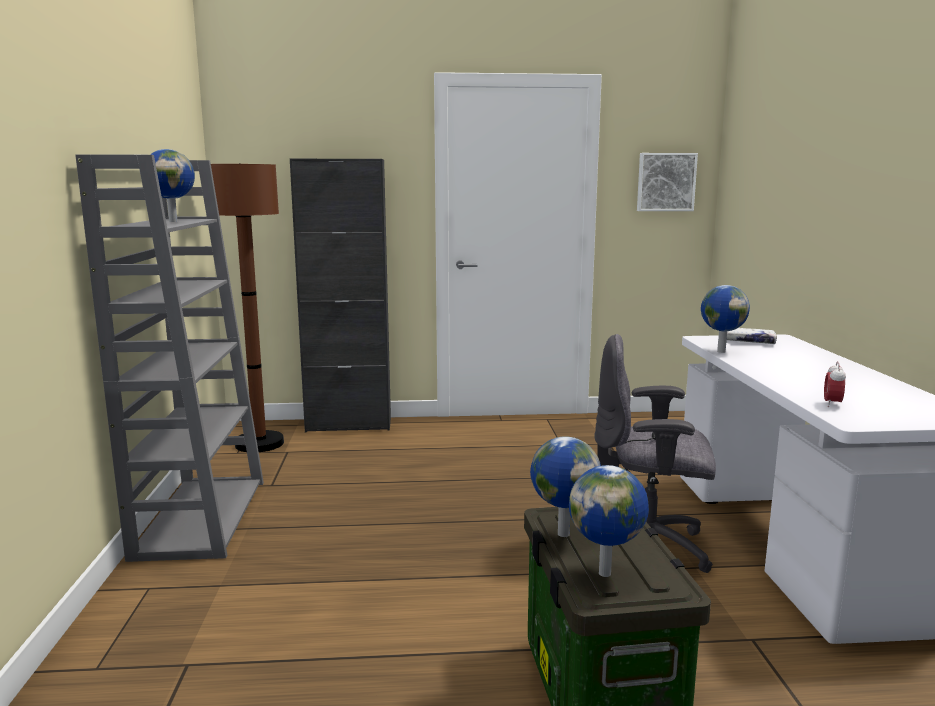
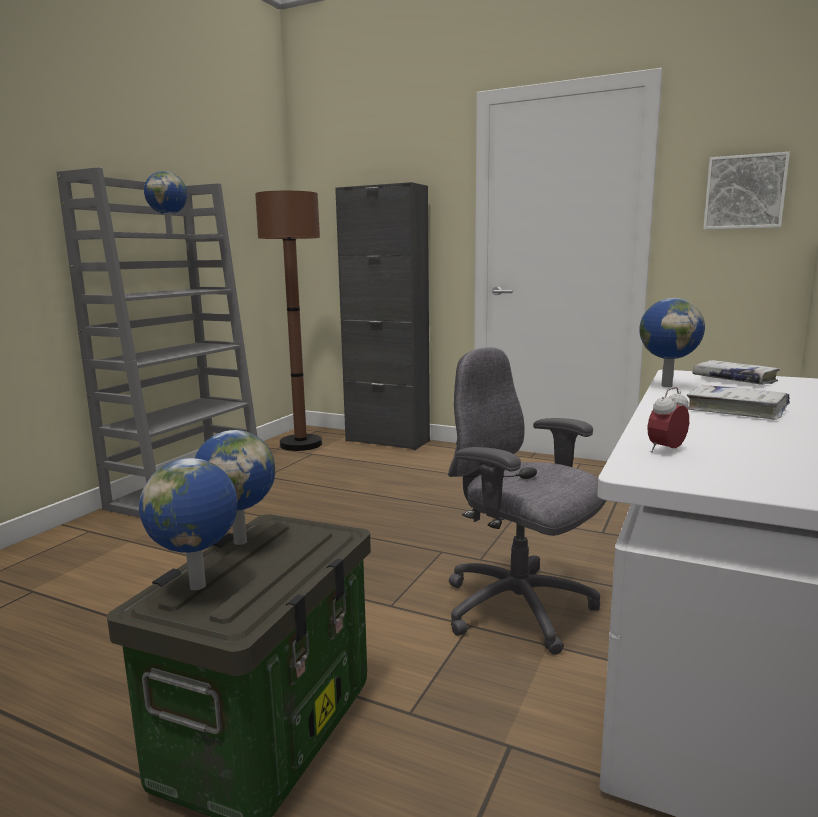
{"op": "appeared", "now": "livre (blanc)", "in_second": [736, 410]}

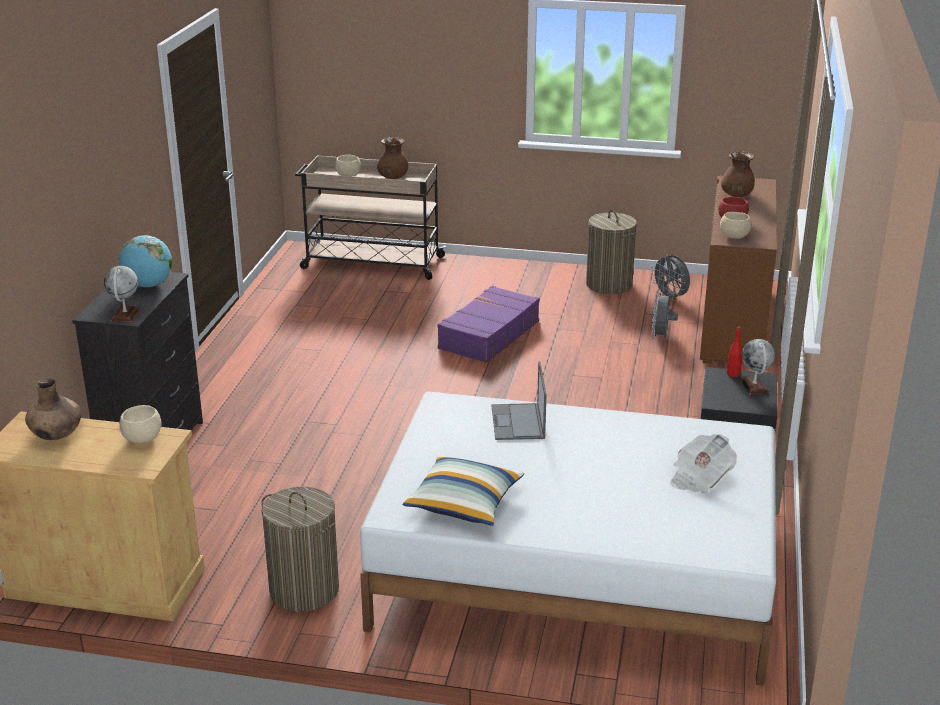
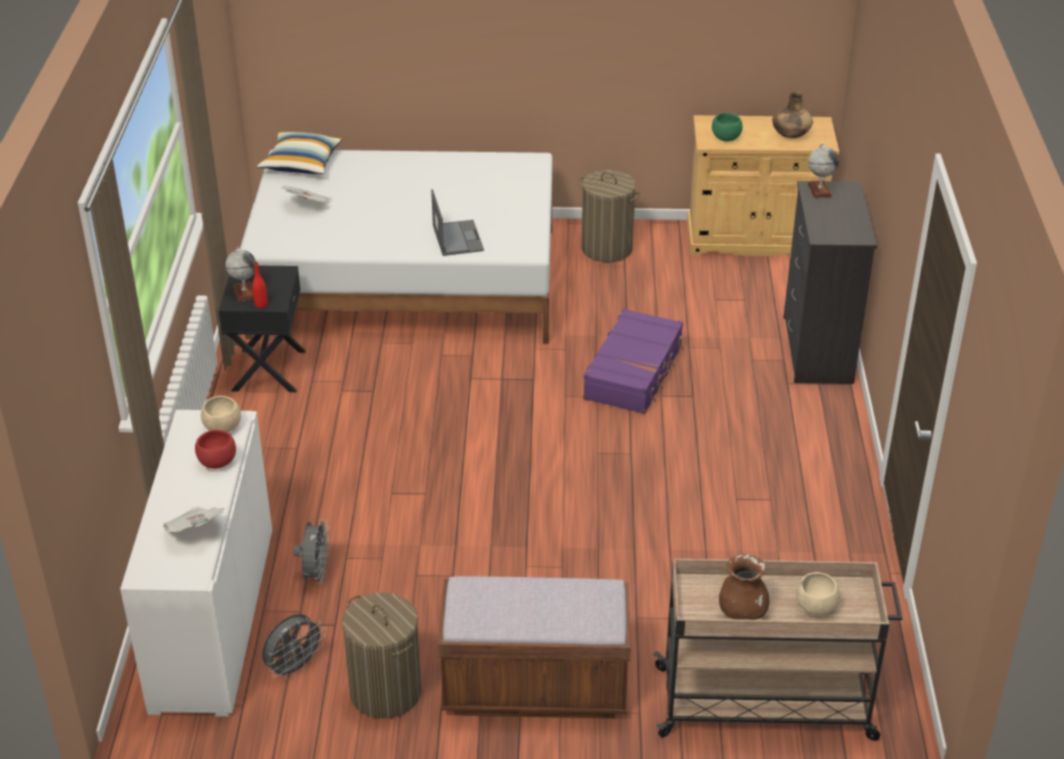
{"op": "missing", "was": "globe", "in_first": [148, 285]}
{"op": "appeared", "now": "banc (marron)", "in_second": [535, 687]}
{"op": "relocated", "was": "coussin", "in_first": [464, 503], "in_second": [301, 163]}
{"op": "relocated", "was": "valise (violet)", "in_first": [488, 335], "in_second": [634, 372]}
{"op": "exchanged", "was": "vase (marron)", "now": "journal", "in_first": [736, 195], "in_second": [195, 531]}
{"op": "colour", "was": "bol (beige)", "now": "bol (vert)", "in_first": [142, 439], "in_second": [726, 138]}
{"op": "colour", "was": "meuble de rangement (marron)", "now": "meuble de rangement (blanc)", "in_first": [733, 323], "in_second": [213, 618]}
{"op": "spun", "was": "ventilateur (gris)", "in_first": [670, 298], "in_second": [294, 668], "clockwise": 90}

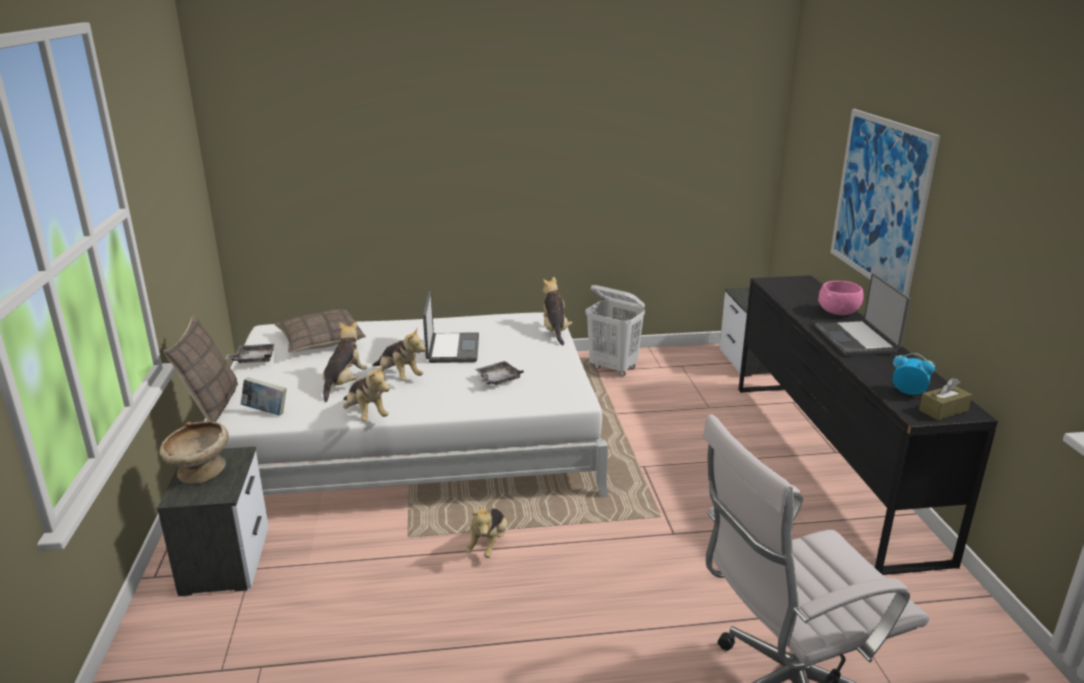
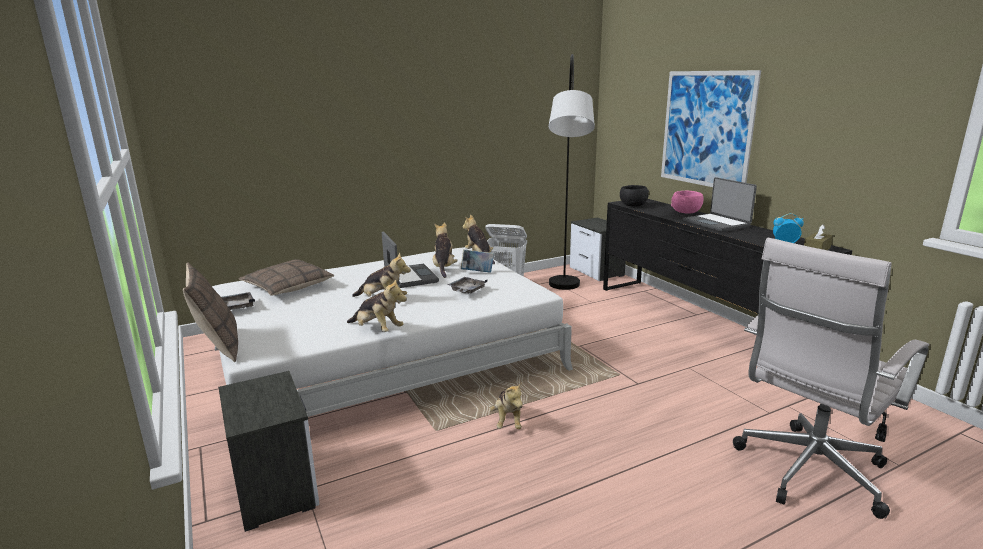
{"op": "missing", "was": "bol (beige)", "in_first": [200, 473]}
{"op": "appeared", "now": "lampadaire (gris)", "in_second": [565, 306]}
{"op": "appeared", "now": "bol (noir)", "in_second": [632, 205]}
{"op": "relocated", "was": "livre", "in_first": [266, 412], "in_second": [477, 272]}
{"op": "relocated", "was": "peluche", "in_first": [344, 383], "in_second": [444, 268]}

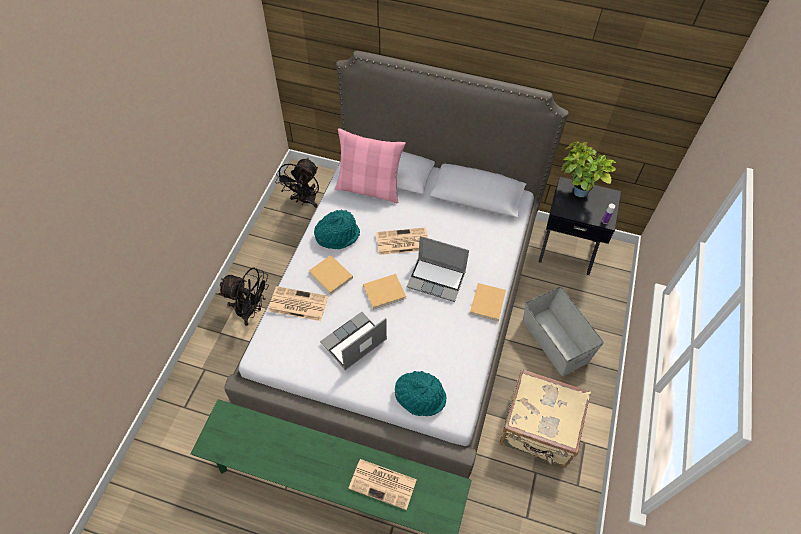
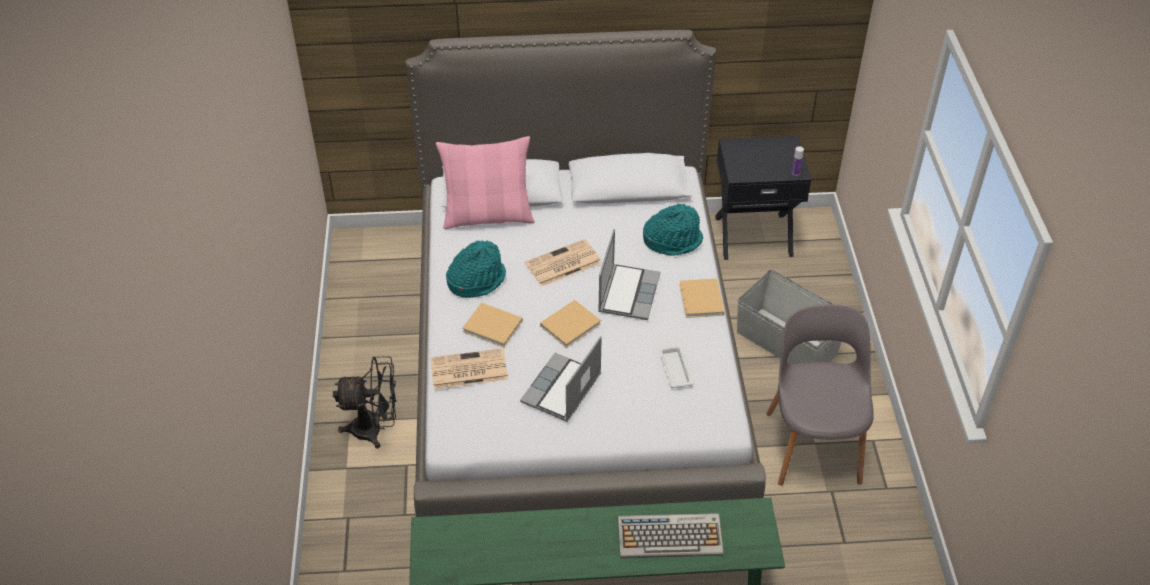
{"op": "missing", "was": "ventilateur (noir)", "in_first": [304, 201]}
{"op": "missing", "was": "plante en pot", "in_first": [576, 193]}
{"op": "appeared", "now": "plateau (blanc)", "in_second": [675, 368]}
{"op": "relocated", "was": "chapeau (turquoise)", "in_first": [420, 396], "in_second": [672, 240]}
{"op": "exchanged", "was": "journal", "now": "clavier", "in_first": [383, 484], "in_second": [670, 536]}
{"op": "exchanged", "was": "valise (beige)", "now": "chaise (gris)", "in_first": [538, 429], "in_second": [813, 444]}
{"op": "spun", "was": "ordinateur portable", "in_first": [437, 279], "in_second": [628, 292], "clockwise": -75}

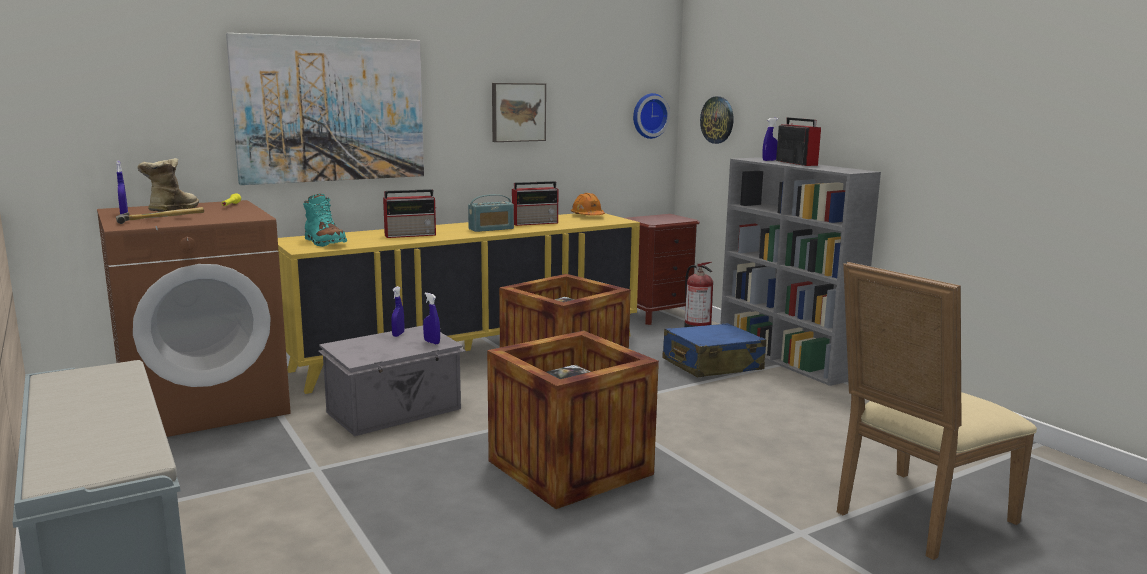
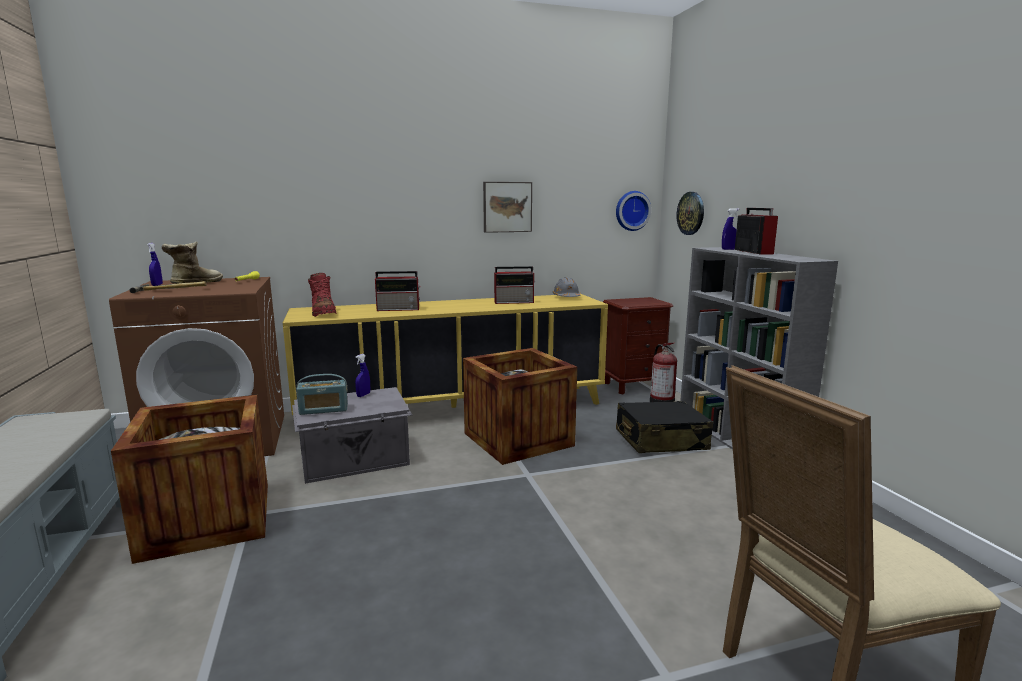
{"op": "missing", "was": "tableau", "in_first": [331, 109]}
{"op": "missing", "was": "vaporisateur (bleu)", "in_first": [432, 342]}
{"op": "relocated", "was": "radio", "in_first": [491, 229], "in_second": [323, 410]}
{"op": "relocated", "was": "caisse", "in_first": [570, 467], "in_second": [208, 519]}
{"op": "colour", "was": "botte (turquoise)", "now": "botte (rouge)", "in_first": [324, 242], "in_second": [323, 313]}
{"op": "colour", "was": "casque de chantier (orange)", "now": "casque de chantier (gris)", "in_first": [587, 216], "in_second": [566, 297]}
{"op": "colour", "was": "valise (bleu)", "now": "valise (noir)", "in_first": [711, 365], "in_second": [660, 440]}

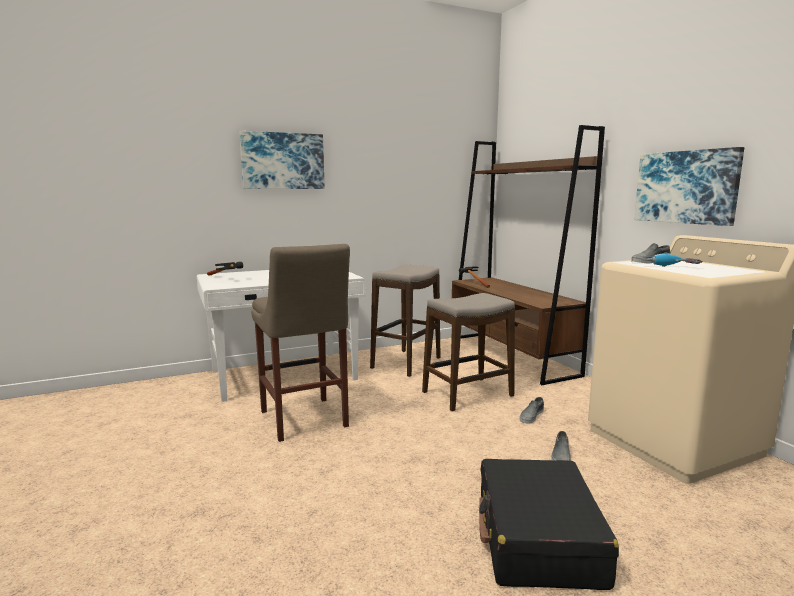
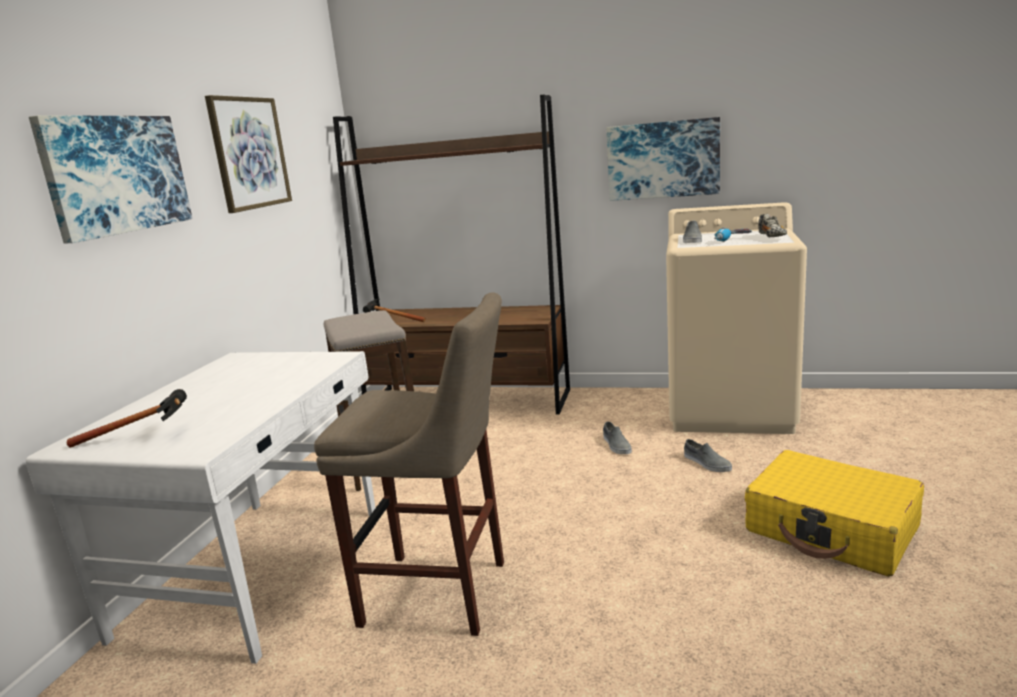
{"op": "missing", "was": "tabouret", "in_first": [468, 394]}
{"op": "appeared", "now": "tableau", "in_second": [249, 153]}
{"op": "appeared", "now": "chaussure", "in_second": [772, 237]}
{"op": "colour", "was": "valise (noir)", "now": "valise (jaune)", "in_first": [538, 539], "in_second": [831, 529]}

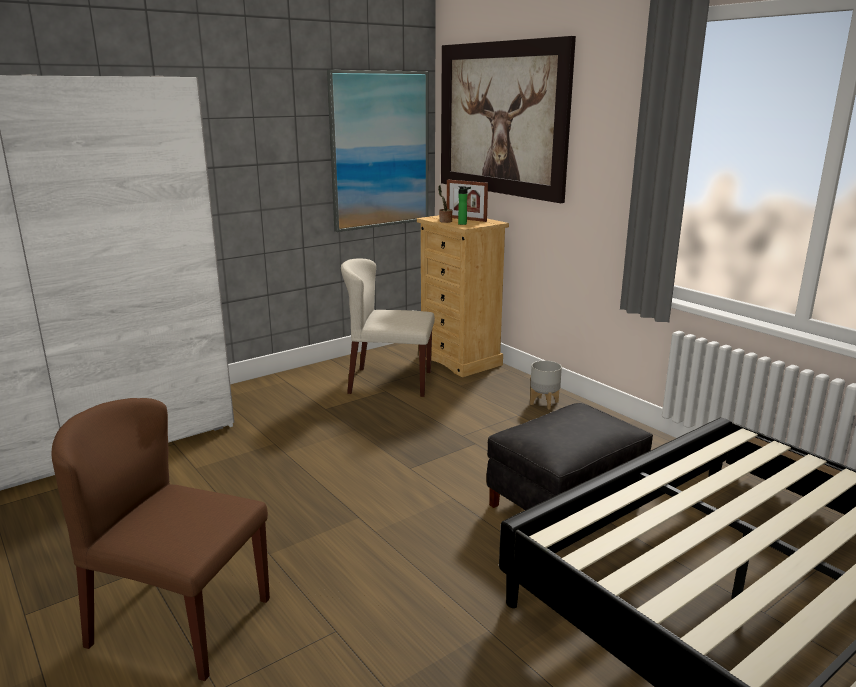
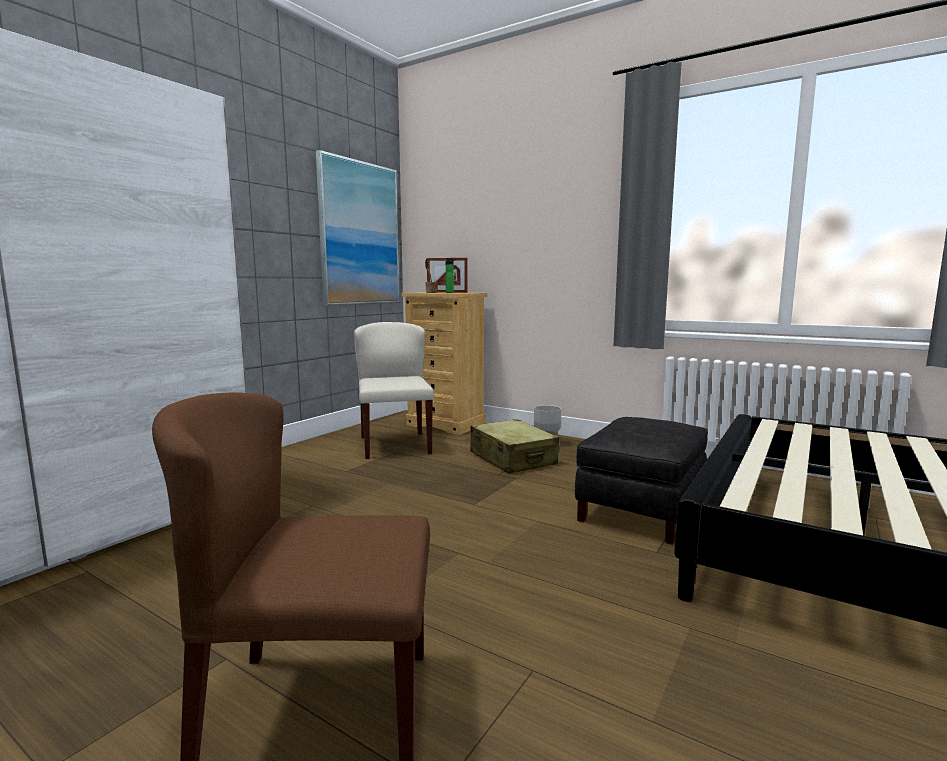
{"op": "missing", "was": "tableau", "in_first": [501, 119]}
{"op": "appeared", "now": "valise (beige)", "in_second": [512, 459]}
{"op": "spun", "was": "chaise (beige)", "in_first": [389, 382], "in_second": [394, 445], "clockwise": 90}

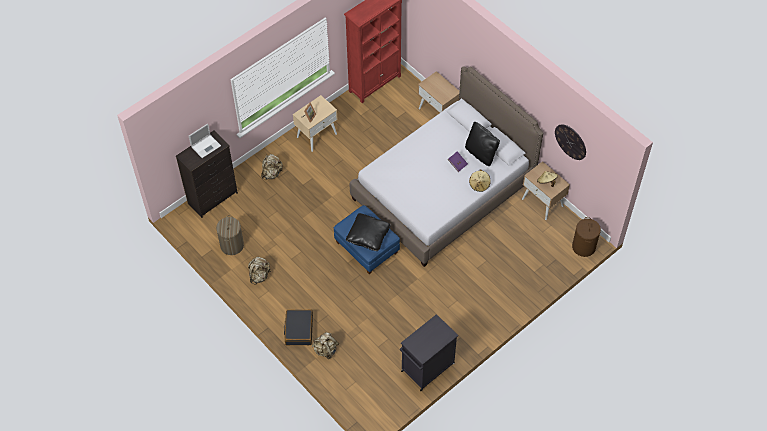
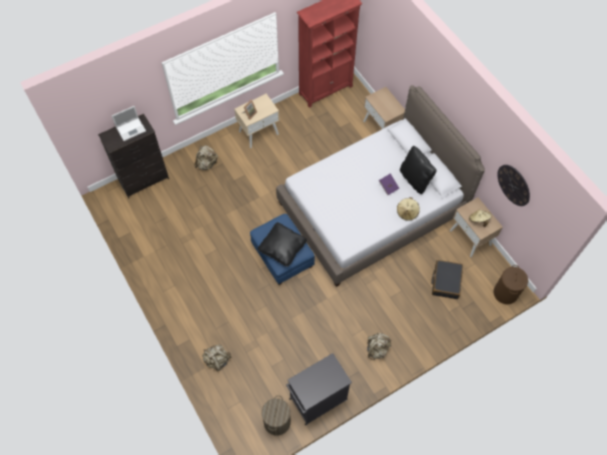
{"op": "relocated", "was": "panier à linge", "in_first": [232, 245], "in_second": [277, 421]}
{"op": "relocated", "was": "sac à dos (beige)", "in_first": [259, 275], "in_second": [377, 349]}
{"op": "relocated", "was": "valise (noir)", "in_first": [299, 330], "in_second": [446, 282]}

